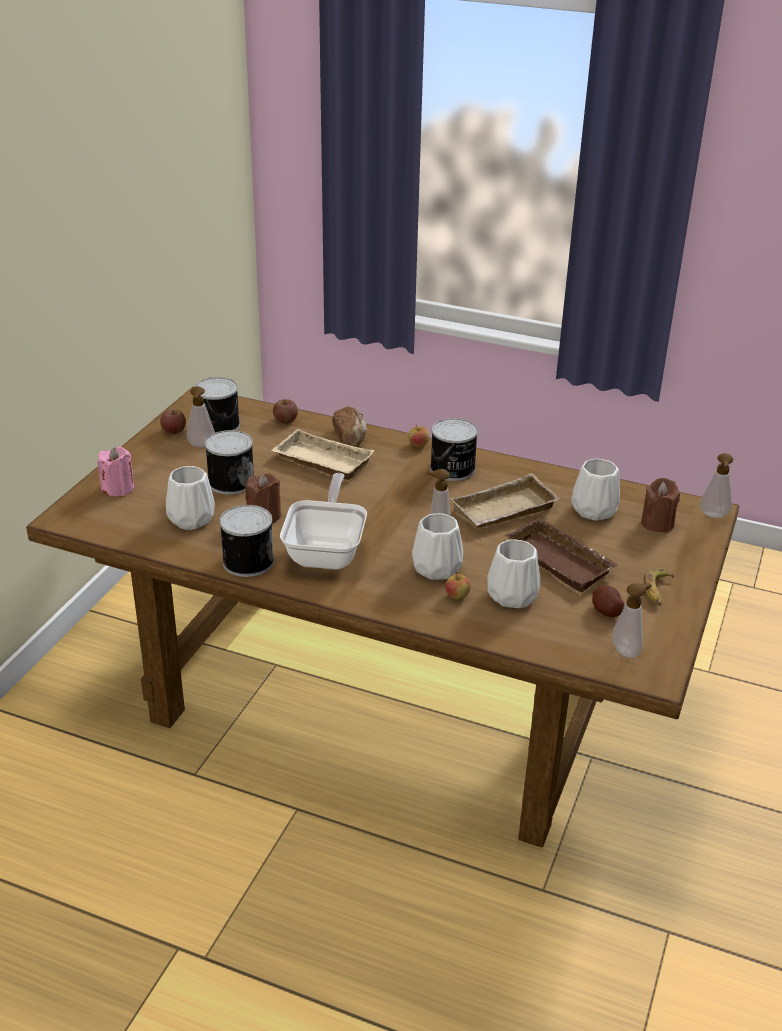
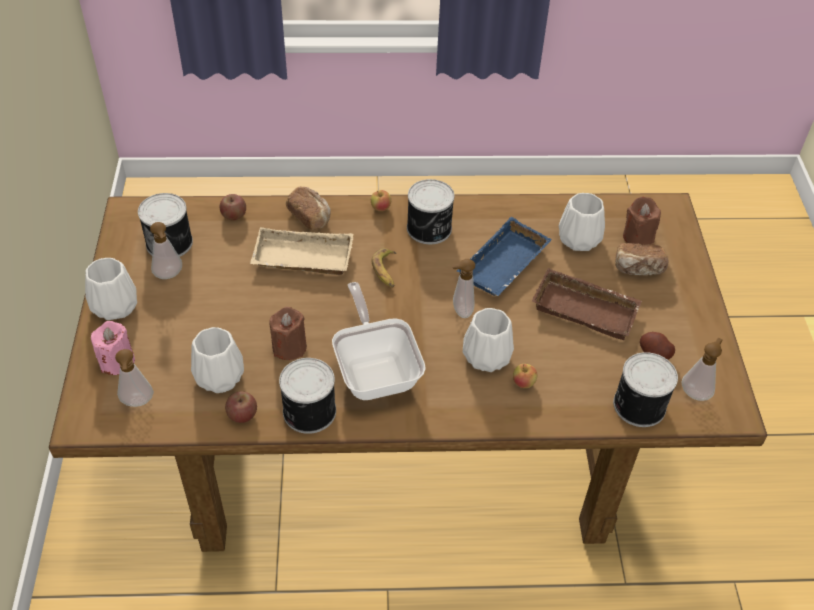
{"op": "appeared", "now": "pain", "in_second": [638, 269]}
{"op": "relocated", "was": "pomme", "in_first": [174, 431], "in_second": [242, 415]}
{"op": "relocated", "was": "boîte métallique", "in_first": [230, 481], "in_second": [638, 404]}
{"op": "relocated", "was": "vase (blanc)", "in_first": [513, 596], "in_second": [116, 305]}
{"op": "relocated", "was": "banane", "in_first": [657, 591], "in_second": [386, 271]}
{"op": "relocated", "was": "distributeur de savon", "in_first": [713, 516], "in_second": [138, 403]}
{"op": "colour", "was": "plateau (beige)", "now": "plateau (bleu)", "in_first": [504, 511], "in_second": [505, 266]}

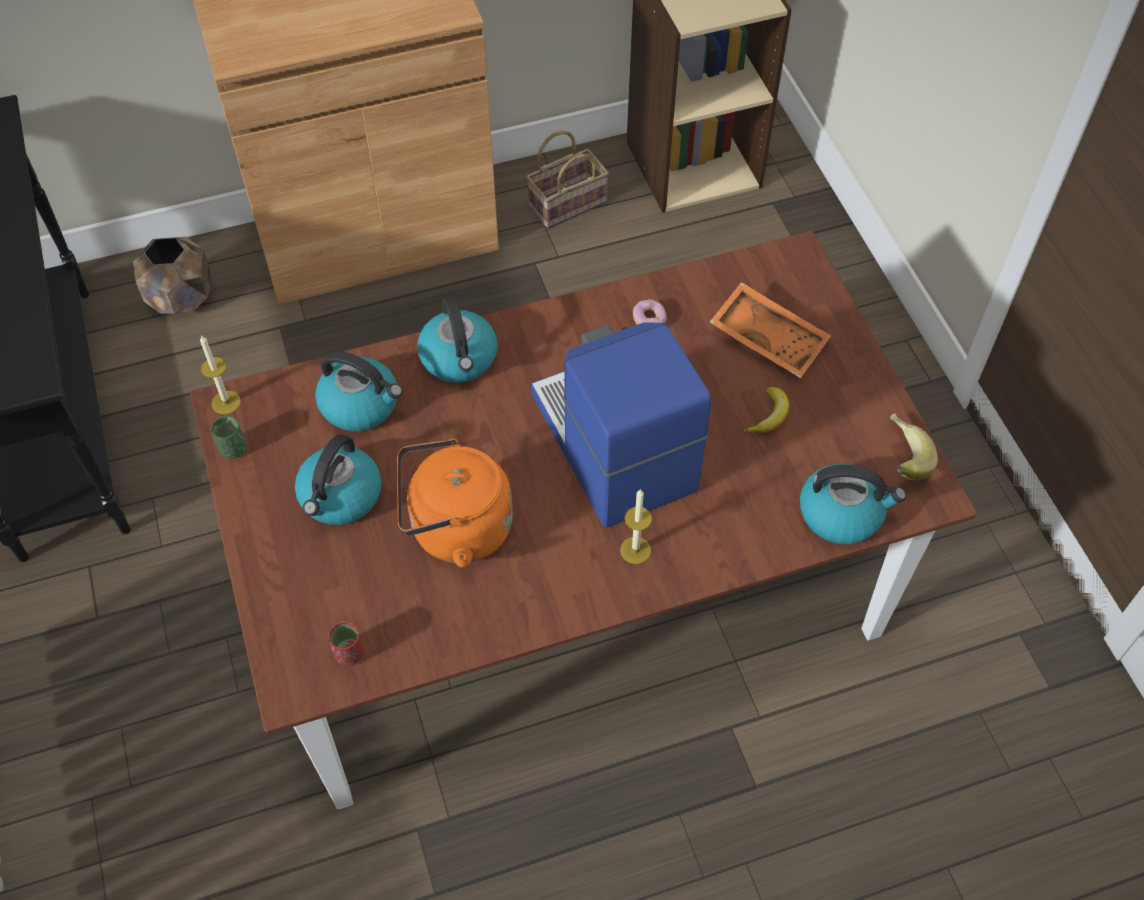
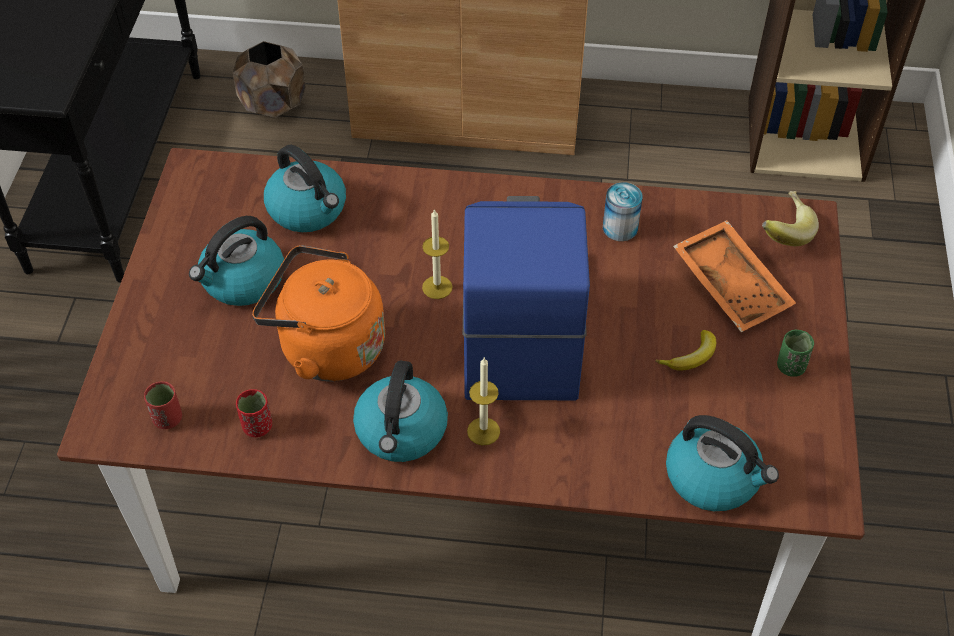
{"op": "missing", "was": "panier", "in_first": [568, 202]}
{"op": "appeared", "now": "tasse (rouge)", "in_second": [257, 426]}
{"op": "relocated", "was": "bougie", "in_first": [226, 402], "in_second": [437, 287]}
{"op": "relocated", "was": "tasse (vert)", "in_first": [233, 449], "in_second": [790, 366]}
{"op": "relocated", "was": "bouilloire", "in_first": [459, 358], "in_second": [401, 432]}
{"op": "relocated", "was": "banane", "in_first": [900, 459], "in_second": [782, 231]}
{"op": "exchanged", "was": "beignet", "now": "boîte métallique", "in_first": [649, 320], "in_second": [620, 228]}

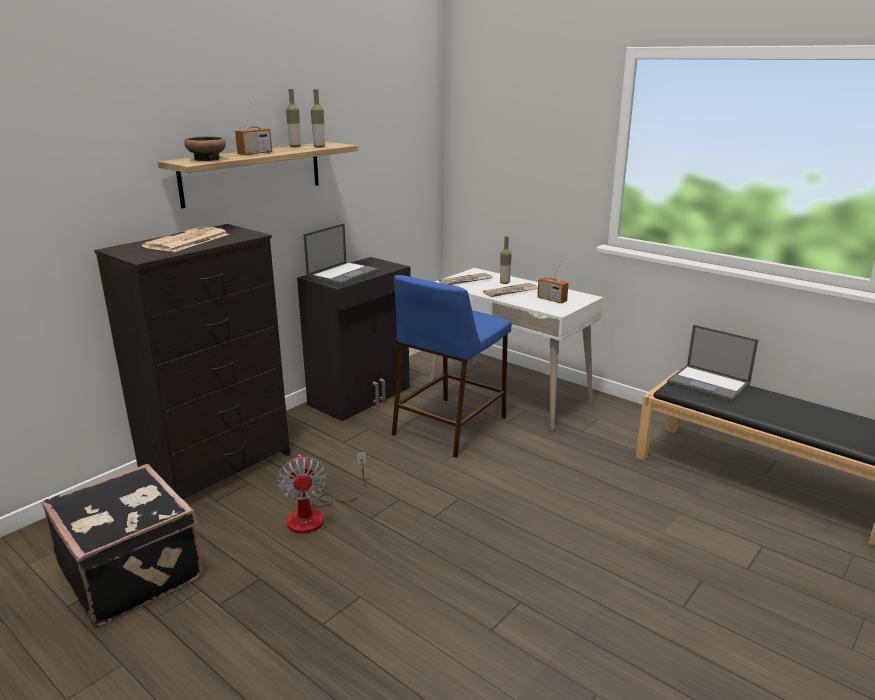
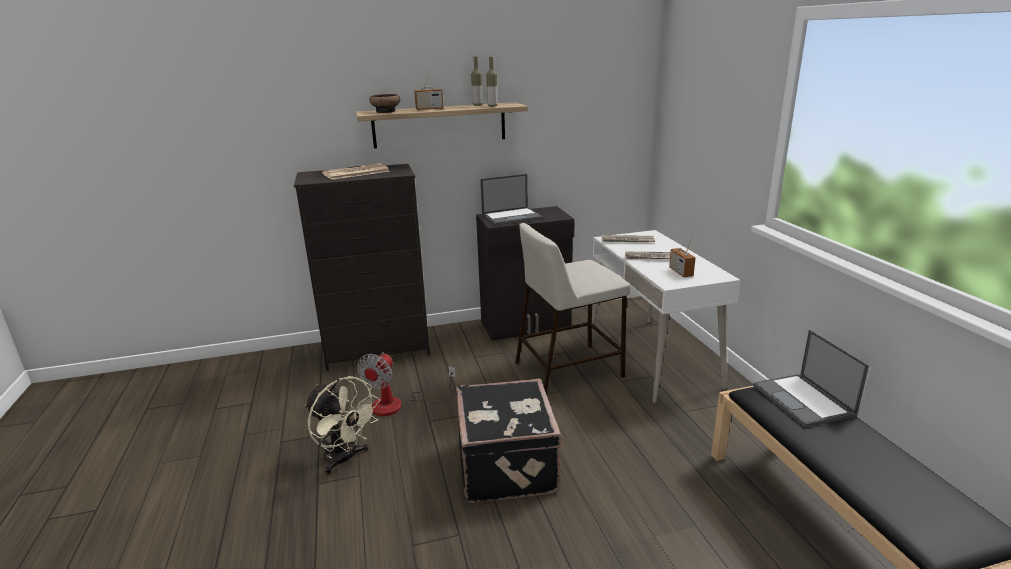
{"op": "missing", "was": "bouteille", "in_first": [504, 283]}
{"op": "appeared", "now": "ventilateur (beige)", "in_second": [345, 459]}
{"op": "relocated", "was": "valise (noir)", "in_first": [133, 571], "in_second": [509, 465]}
{"op": "colour", "was": "tabouret (bleu)", "now": "tabouret (beige)", "in_first": [450, 425], "in_second": [569, 369]}

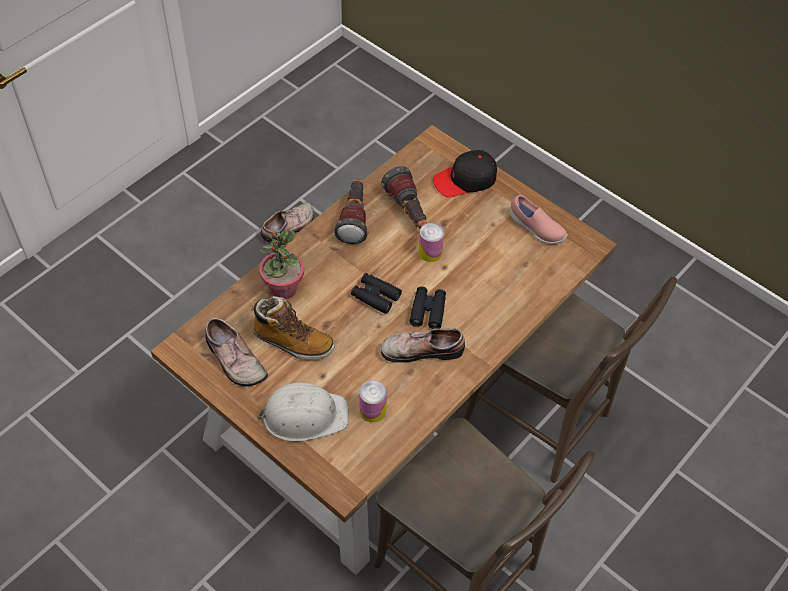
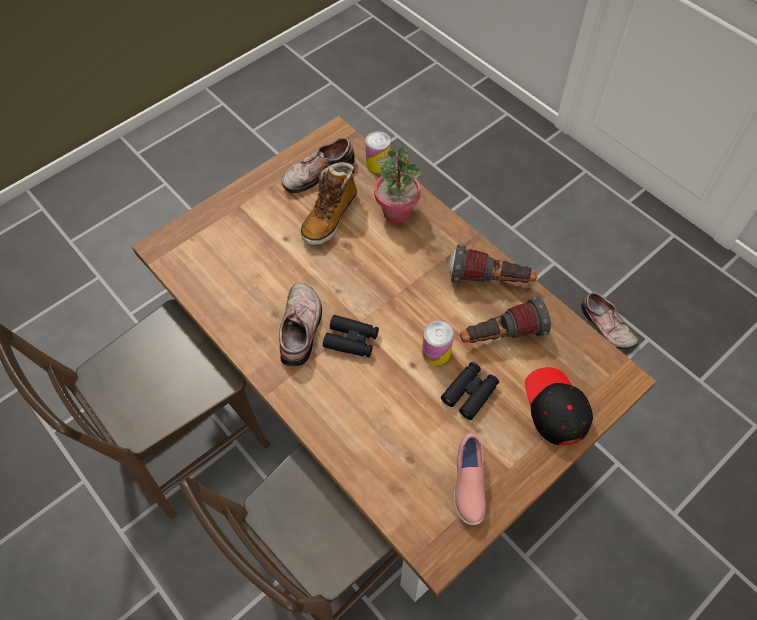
{"op": "missing", "was": "casque de chantier (blanc)", "in_first": [304, 415]}
{"op": "relocated", "was": "jumelles (noir)", "in_first": [375, 296], "in_second": [470, 393]}
{"op": "relocated", "was": "boîte métallique", "in_first": [372, 410], "in_second": [378, 164]}
{"op": "spun", "was": "chaussure (rose)", "in_first": [536, 229], "in_second": [468, 484], "clockwise": -45}

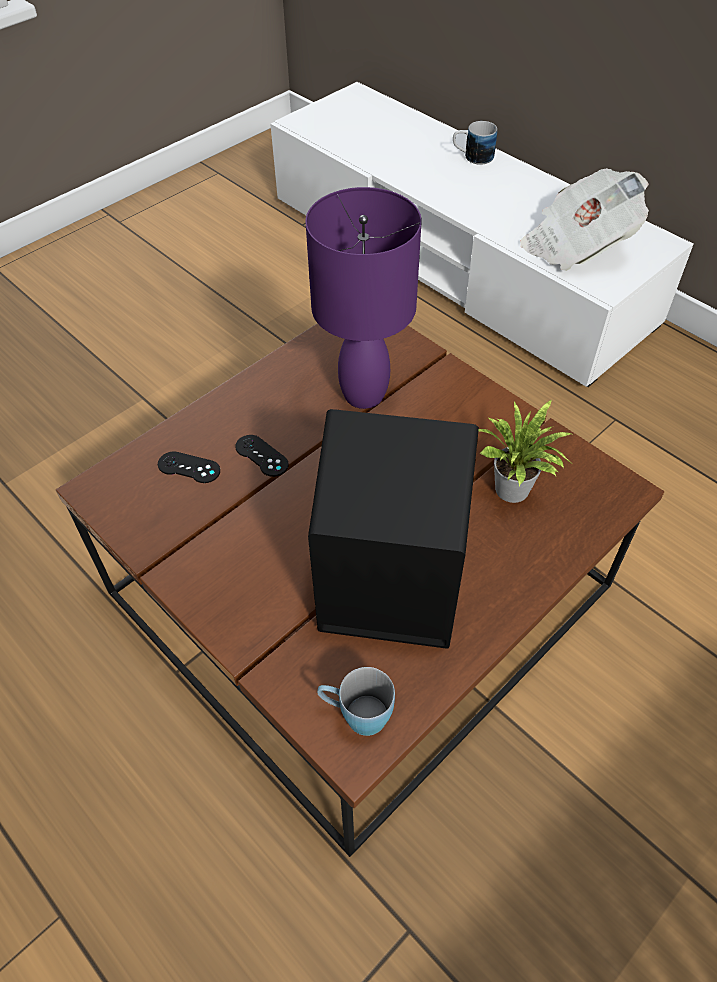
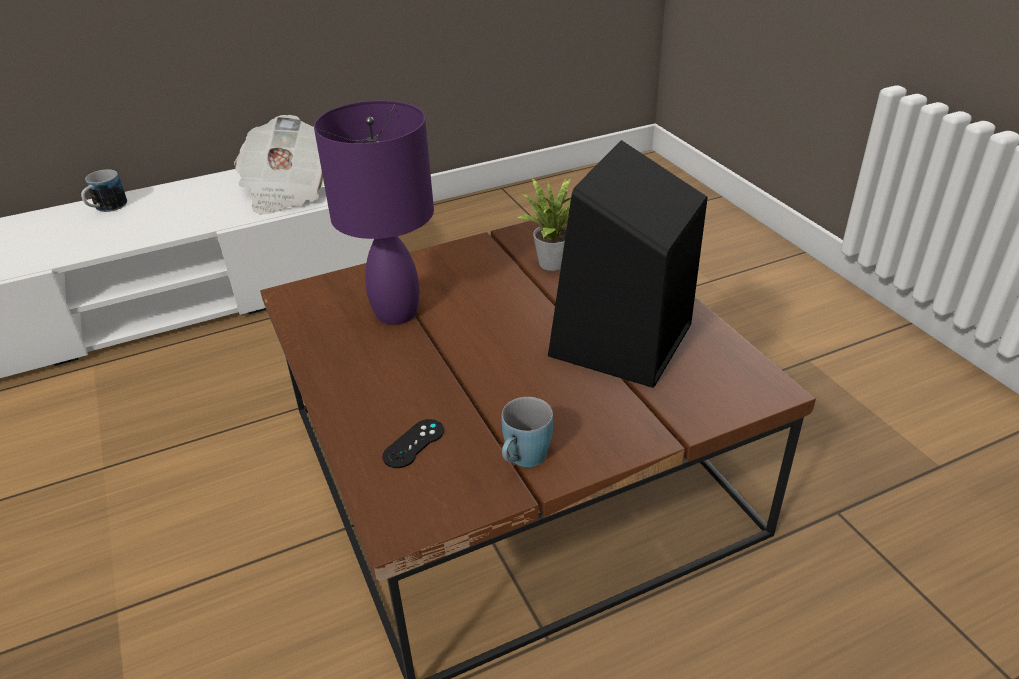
{"op": "missing", "was": "manette (noir)", "in_first": [261, 456]}
{"op": "relocated", "was": "mug (bleu)", "in_first": [356, 715], "in_second": [523, 460]}

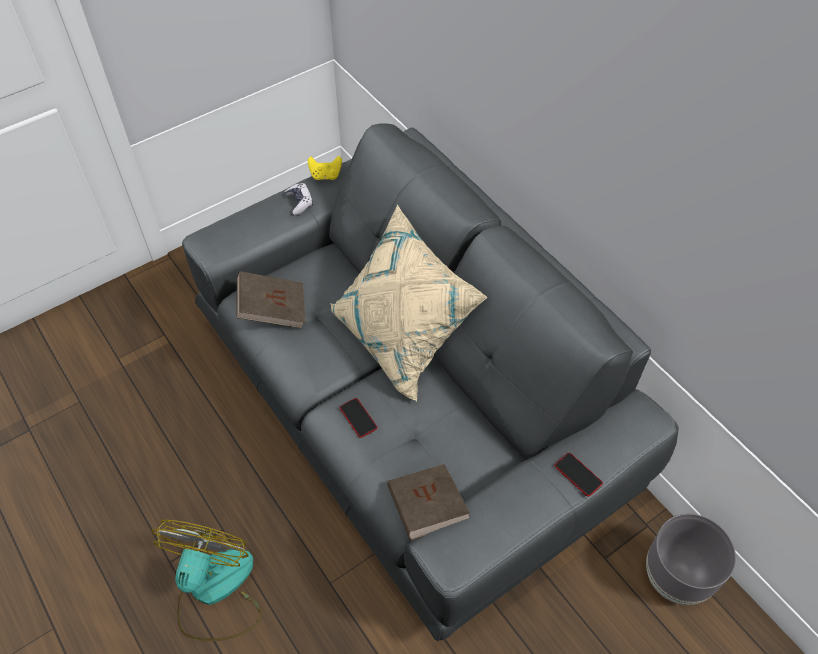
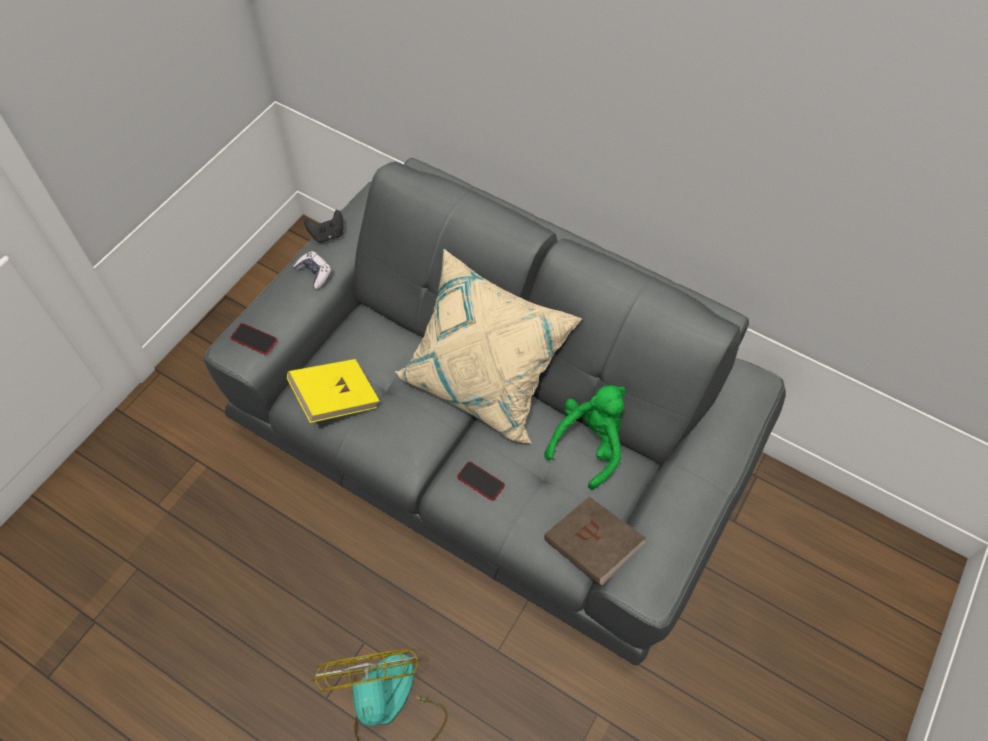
{"op": "missing", "was": "cache-pot (gris)", "in_first": [676, 578]}
{"op": "appeared", "now": "peluche (vert)", "in_second": [589, 444]}
{"op": "relocated", "was": "téléphone", "in_first": [578, 474], "in_second": [254, 339]}
{"op": "colour", "was": "livre (marron)", "now": "livre (jaune)", "in_first": [273, 310], "in_second": [335, 399]}
{"op": "colour", "was": "manette (jaune)", "now": "manette (noir)", "in_first": [325, 176], "in_second": [327, 235]}

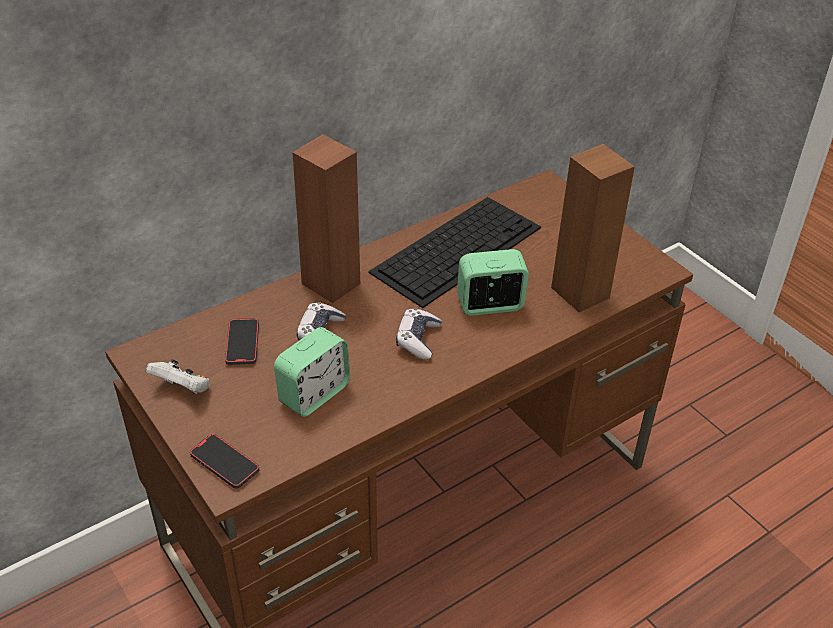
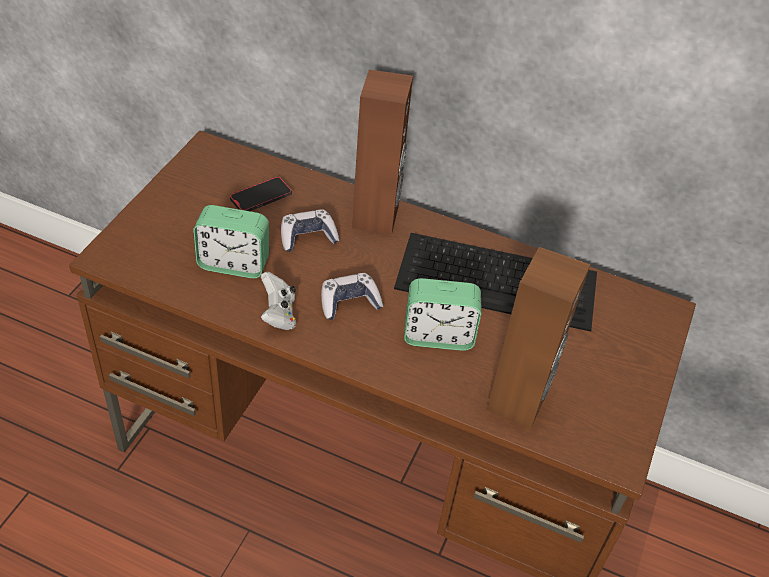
{"op": "missing", "was": "téléphone", "in_first": [224, 463]}
{"op": "relocated", "was": "manette (blanc)", "in_first": [183, 389], "in_second": [278, 314]}
{"op": "spun", "was": "réveil", "in_first": [490, 305], "in_second": [438, 336], "clockwise": 135}

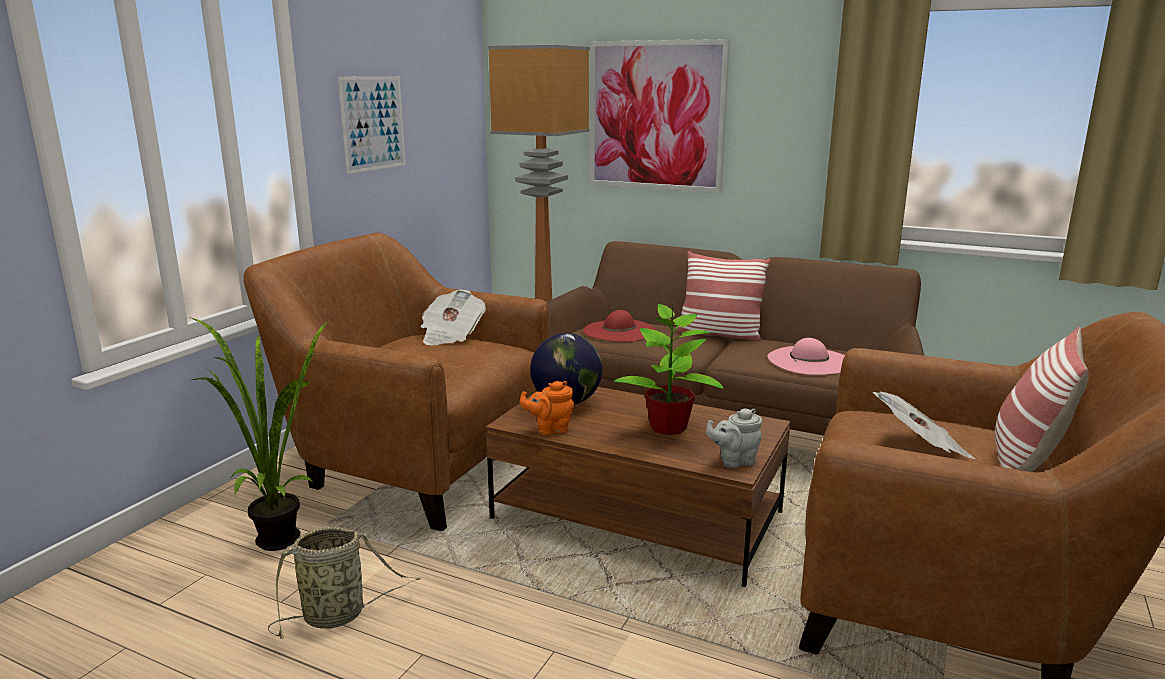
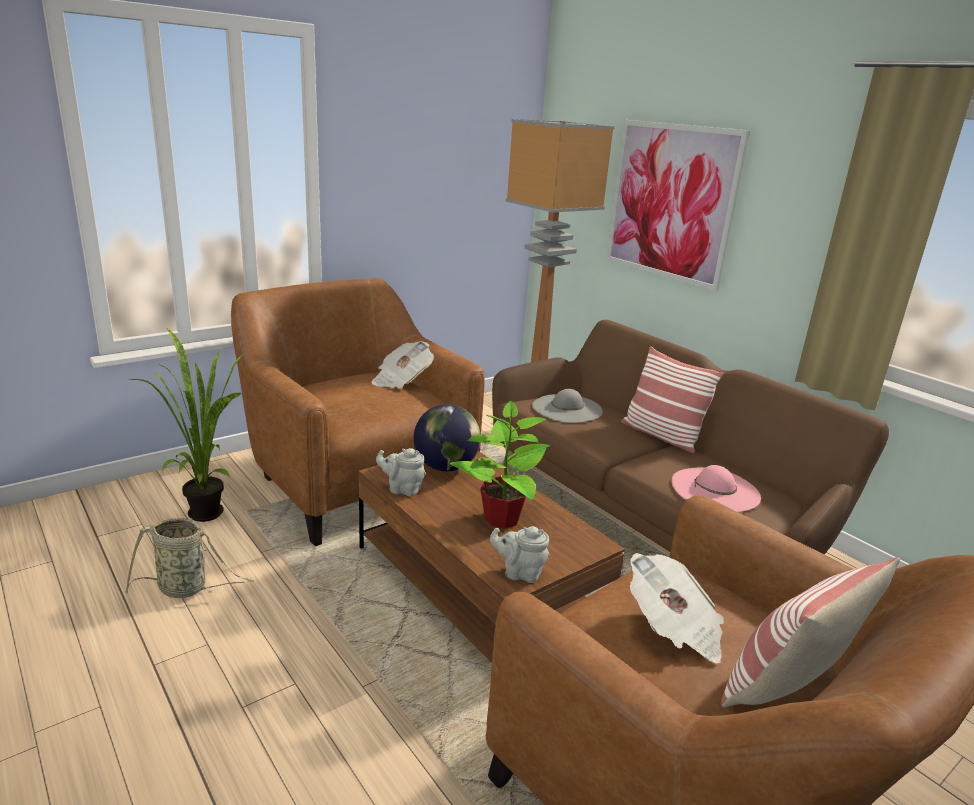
{"op": "missing", "was": "tableau", "in_first": [373, 123]}
{"op": "colour", "was": "théière (orange)", "now": "théière (gris)", "in_first": [550, 429], "in_second": [402, 489]}
{"op": "colour", "was": "chapeau (rouge)", "now": "chapeau (gris)", "in_first": [619, 331], "in_second": [567, 408]}

